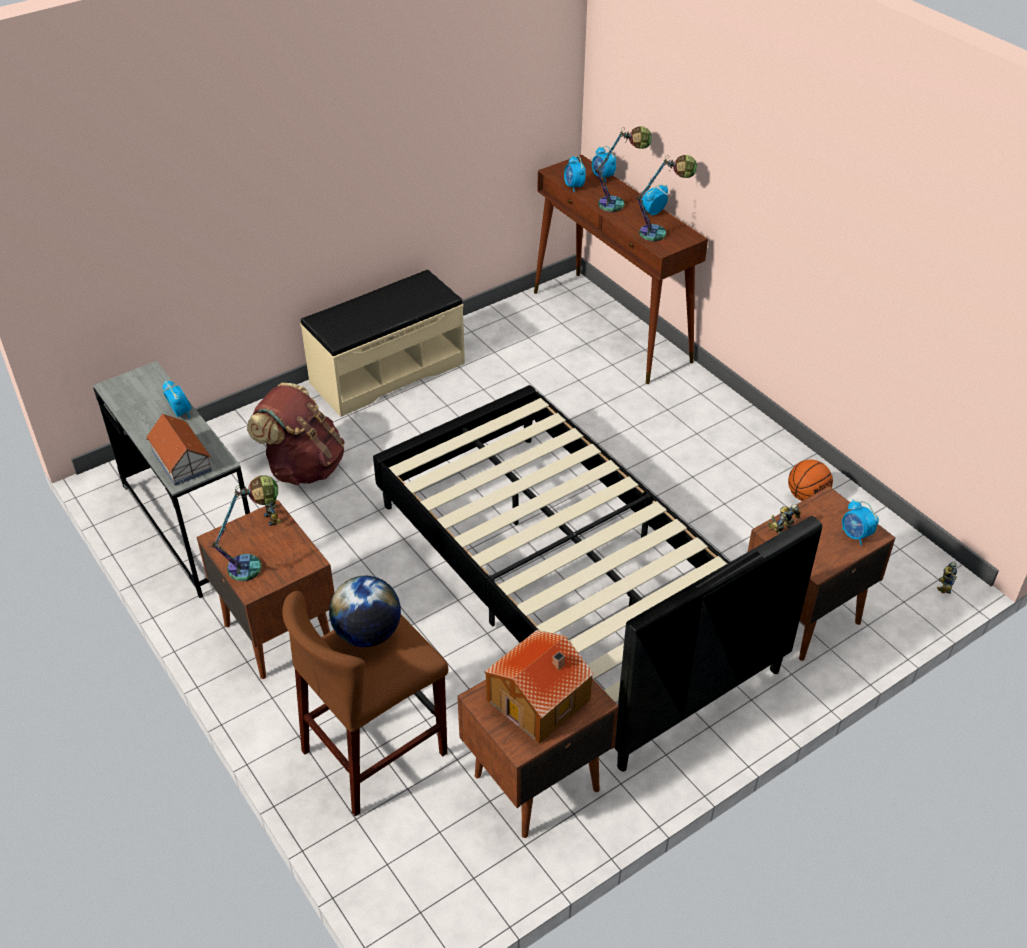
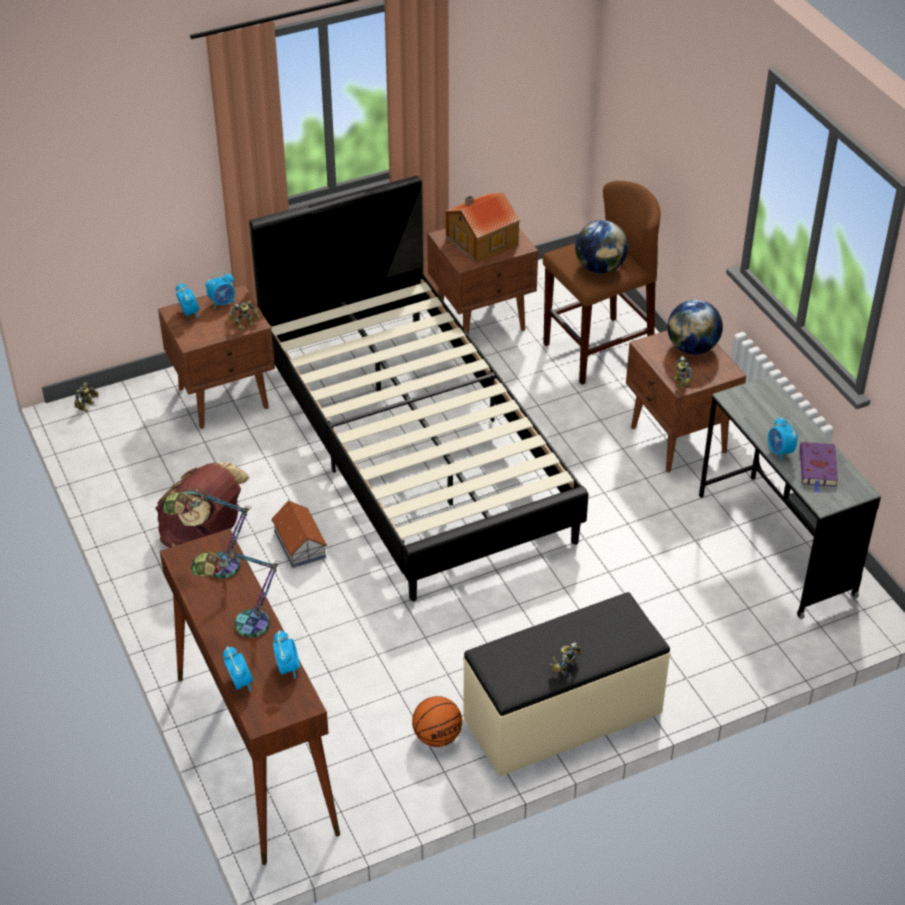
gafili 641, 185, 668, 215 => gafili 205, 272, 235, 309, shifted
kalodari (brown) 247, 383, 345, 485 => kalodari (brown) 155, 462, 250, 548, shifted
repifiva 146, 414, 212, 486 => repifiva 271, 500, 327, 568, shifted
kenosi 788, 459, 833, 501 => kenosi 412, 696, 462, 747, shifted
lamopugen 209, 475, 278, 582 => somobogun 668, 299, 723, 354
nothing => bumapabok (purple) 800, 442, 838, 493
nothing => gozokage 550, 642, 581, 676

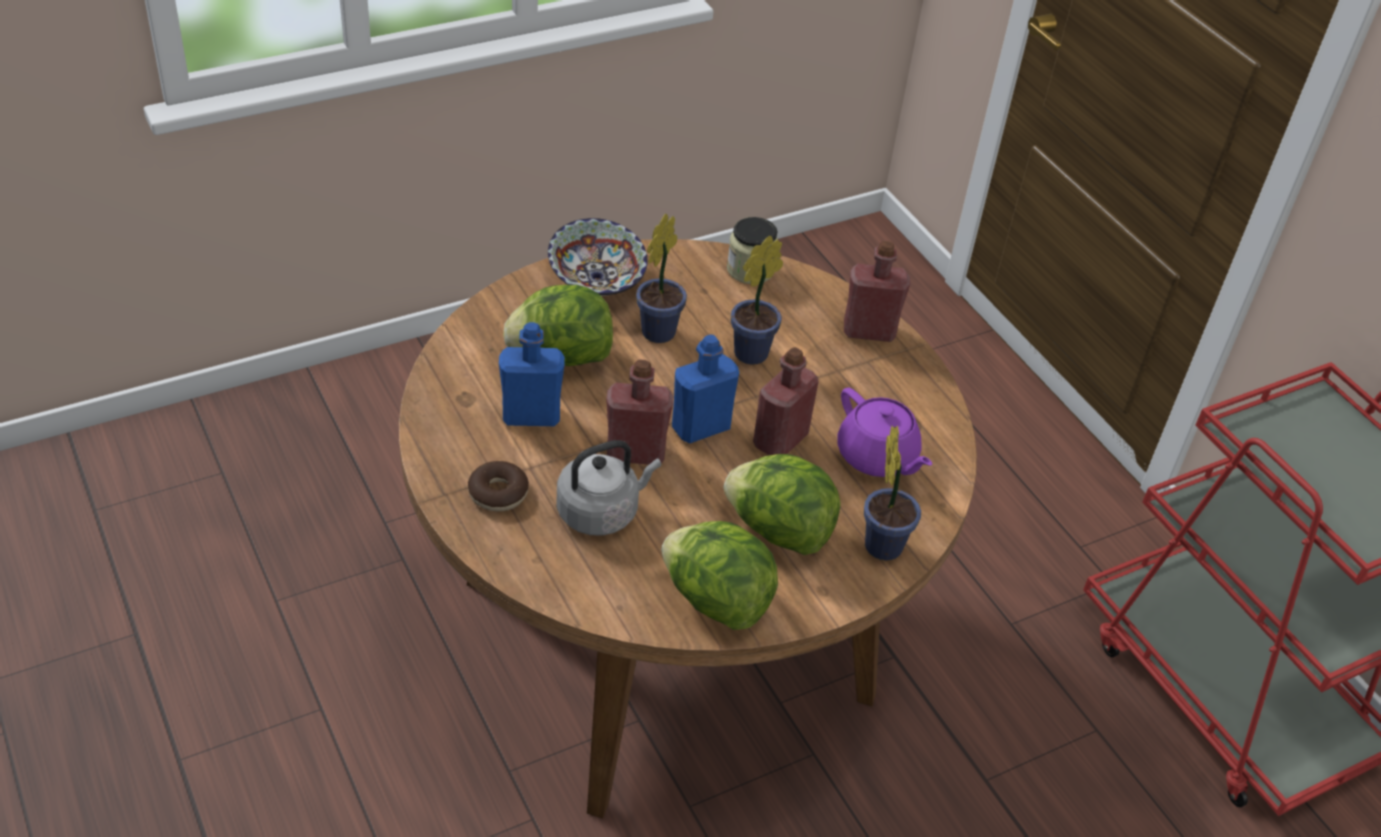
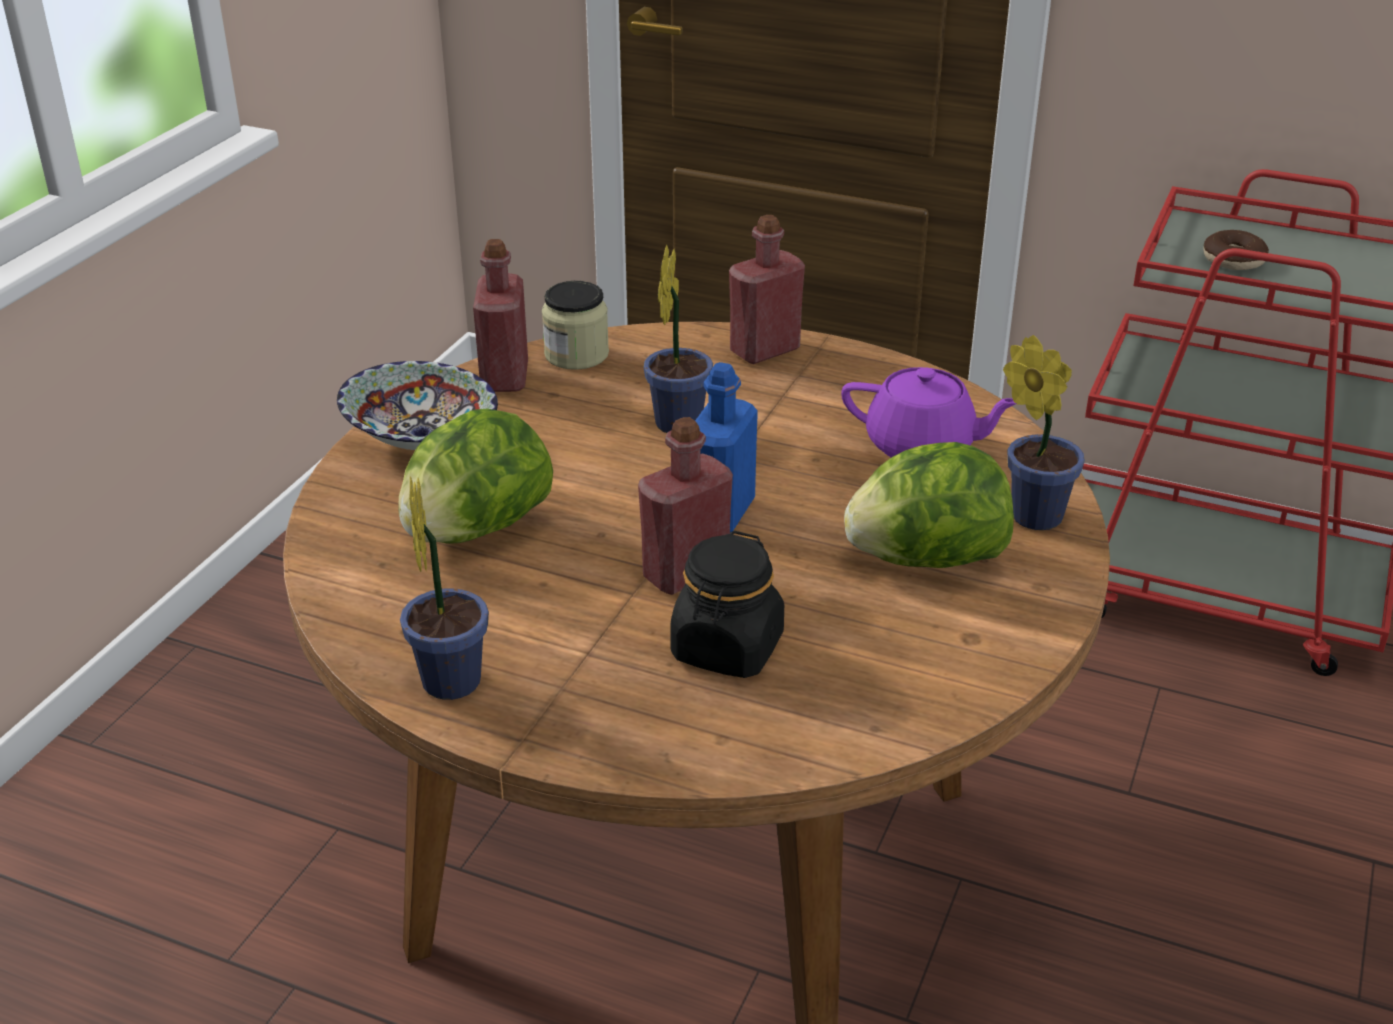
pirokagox 636, 214, 687, 343 => pirokagox 400, 477, 489, 700, shifted
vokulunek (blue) 499, 322, 565, 427 => nothing
vokulunek (red) 753, 347, 819, 455 => vokulunek (red) 473, 239, 528, 392, shifted
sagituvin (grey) 556, 440, 661, 536 => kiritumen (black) 670, 531, 784, 678
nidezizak 468, 461, 529, 511 => nidezizak 1203, 230, 1269, 270, shifted
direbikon 661, 521, 778, 630 => nothing

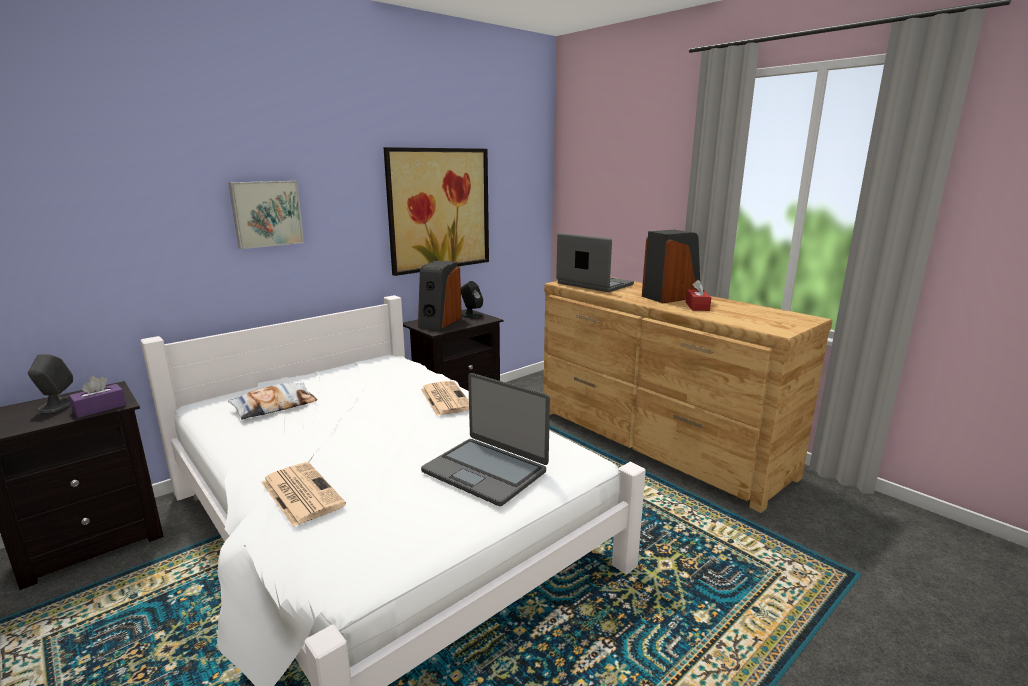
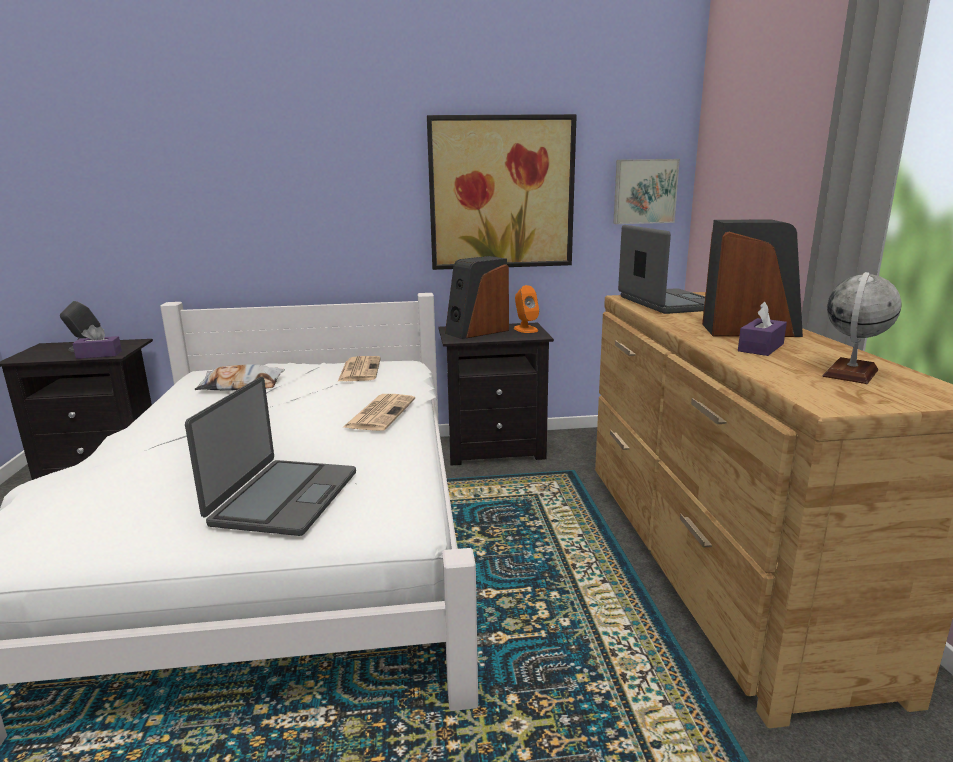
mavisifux 228, 181, 304, 249 => mavisifux 613, 159, 680, 224, shifted
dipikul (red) 686, 280, 711, 311 => dipikul (purple) 738, 302, 787, 356
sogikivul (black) 461, 281, 483, 318 => sogikivul (orange) 514, 285, 539, 333
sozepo 421, 373, 550, 506 => sozepo 185, 377, 356, 536, 150 degrees counterclockwise
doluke 261, 462, 346, 527 => doluke 338, 356, 381, 381, shifted
nothing => somobogun 822, 272, 901, 384

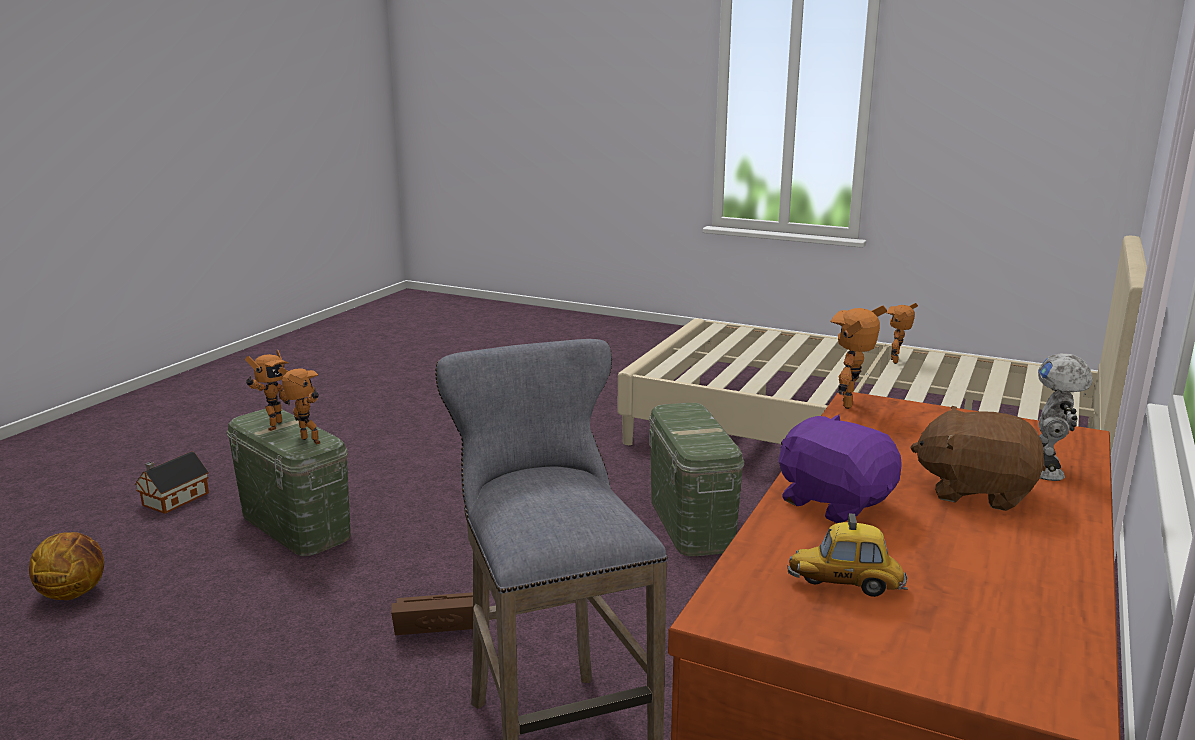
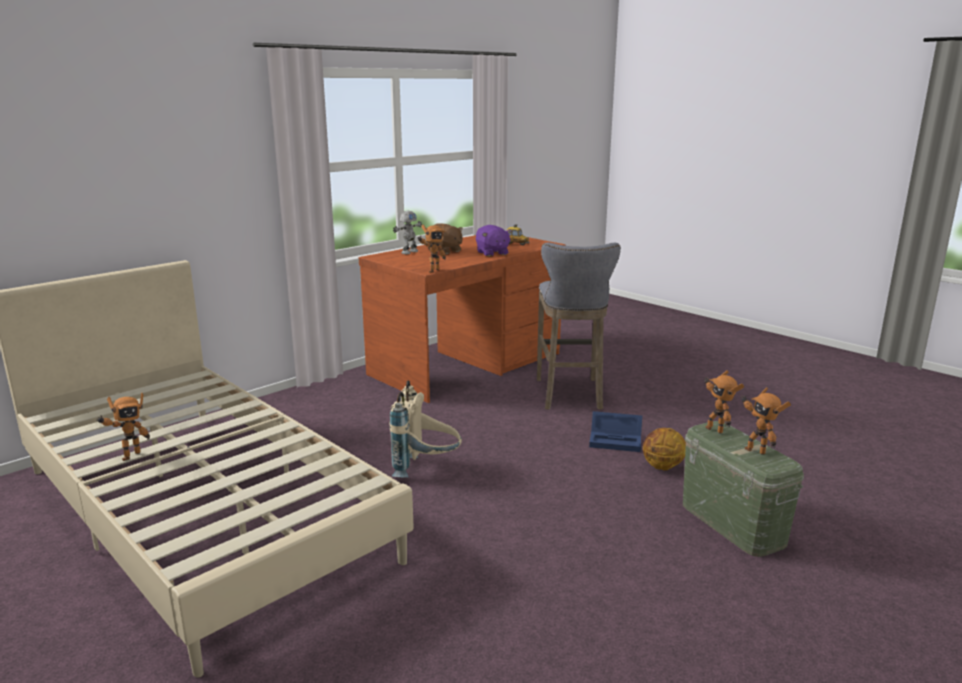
gozokage 245, 350, 290, 431 => gozokage 740, 387, 791, 455, 75 degrees counterclockwise
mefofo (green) 649, 403, 744, 556 => kalodari (beige) 389, 381, 462, 478
repifiva 134, 451, 209, 514 => nothing
kenosi 29, 532, 104, 600 => kenosi 643, 428, 686, 471, shifted
mefofo (brown) 391, 592, 473, 635 => mefofo (blue) 589, 411, 642, 452

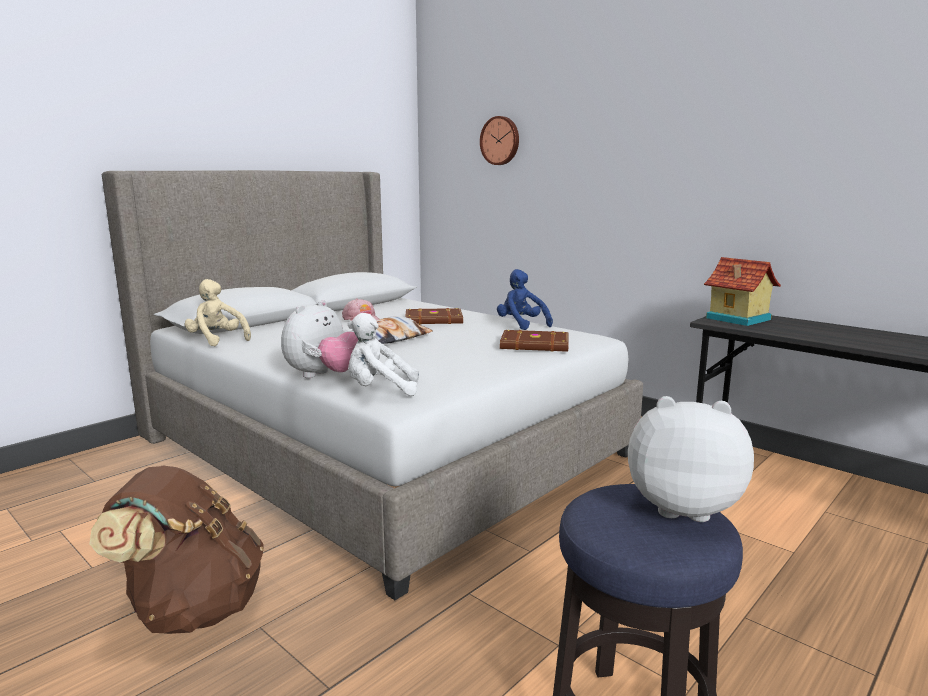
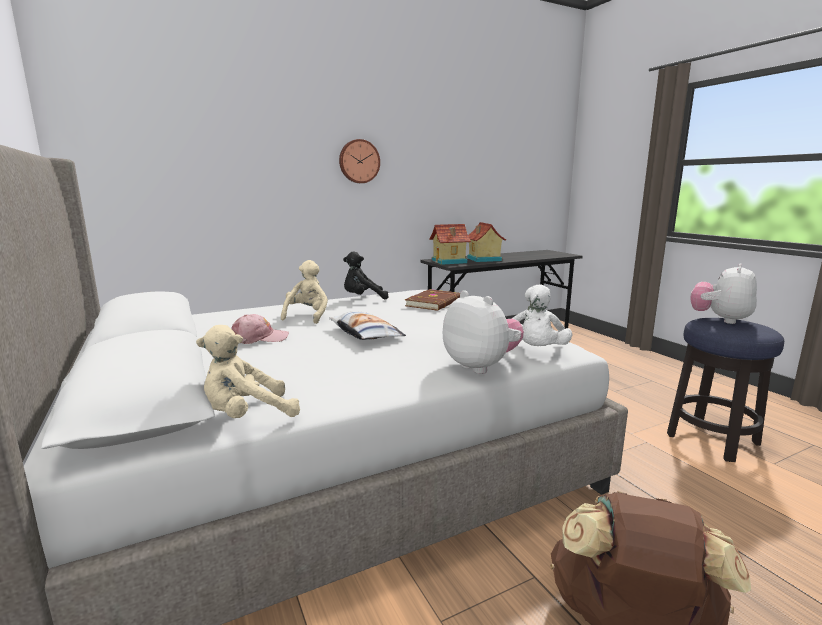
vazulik 480, 116, 519, 165 => vazulik 339, 139, 380, 183, shifted
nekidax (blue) 497, 269, 553, 330 => nekidax (black) 343, 252, 388, 299
bumapabok (brown) 405, 308, 463, 325 => nekidax (beige) 281, 260, 328, 324
nothing => repifiva 467, 222, 506, 262

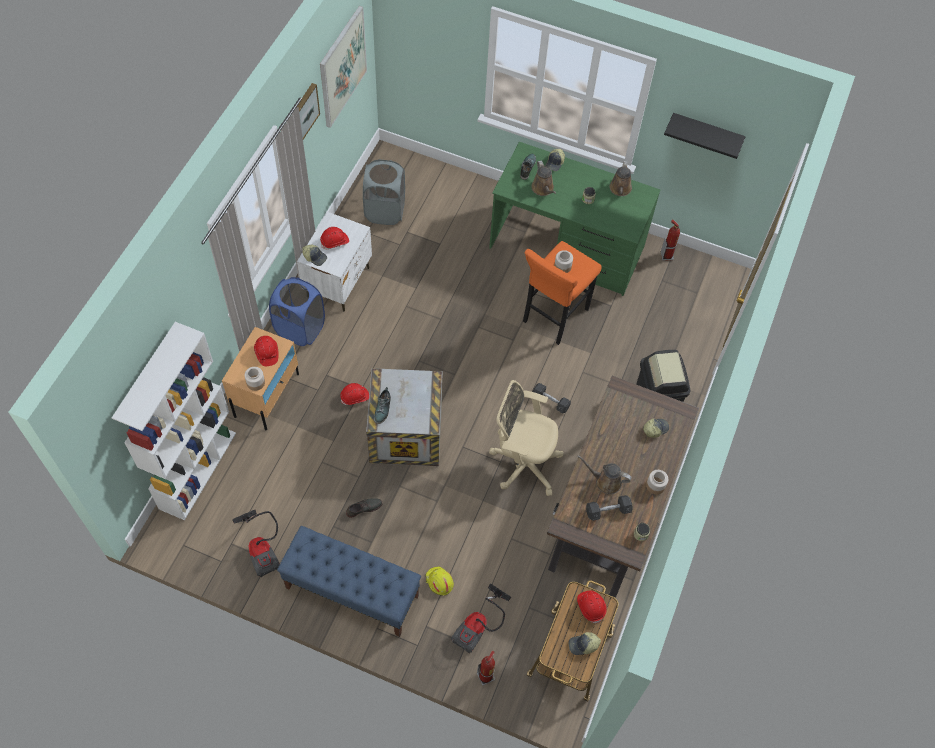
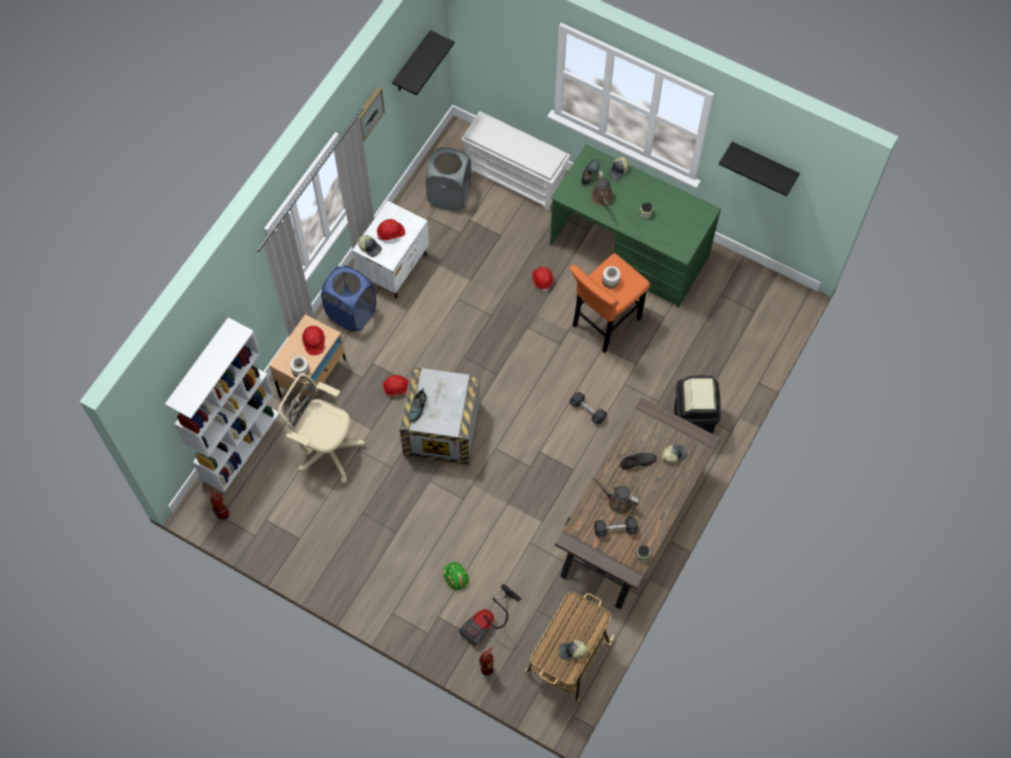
mavisifux 320, 6, 367, 128 => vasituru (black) 392, 30, 454, 95
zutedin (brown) 609, 161, 632, 196 => nothing
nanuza 661, 219, 680, 260 => nanuza 210, 487, 231, 521, shifted
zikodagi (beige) 489, 380, 564, 496 => zikodagi (beige) 278, 373, 365, 483, shifted
kiritumen 646, 470, 668, 495 => nothing
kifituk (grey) 346, 498, 383, 518 => kifituk (grey) 620, 453, 657, 470, shifted
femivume 232, 510, 280, 577 => nothing
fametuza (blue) 277, 526, 421, 637 => nothing
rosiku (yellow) 425, 567, 454, 596 => rosiku (green) 443, 562, 469, 590
rosiku (red) 577, 590, 607, 623 => rosiku (red) 532, 266, 554, 292, shifted
nothing => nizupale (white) 461, 111, 570, 211

